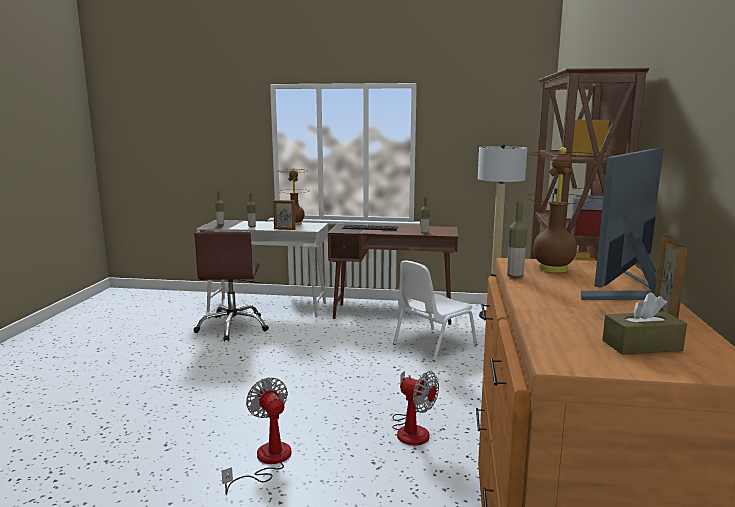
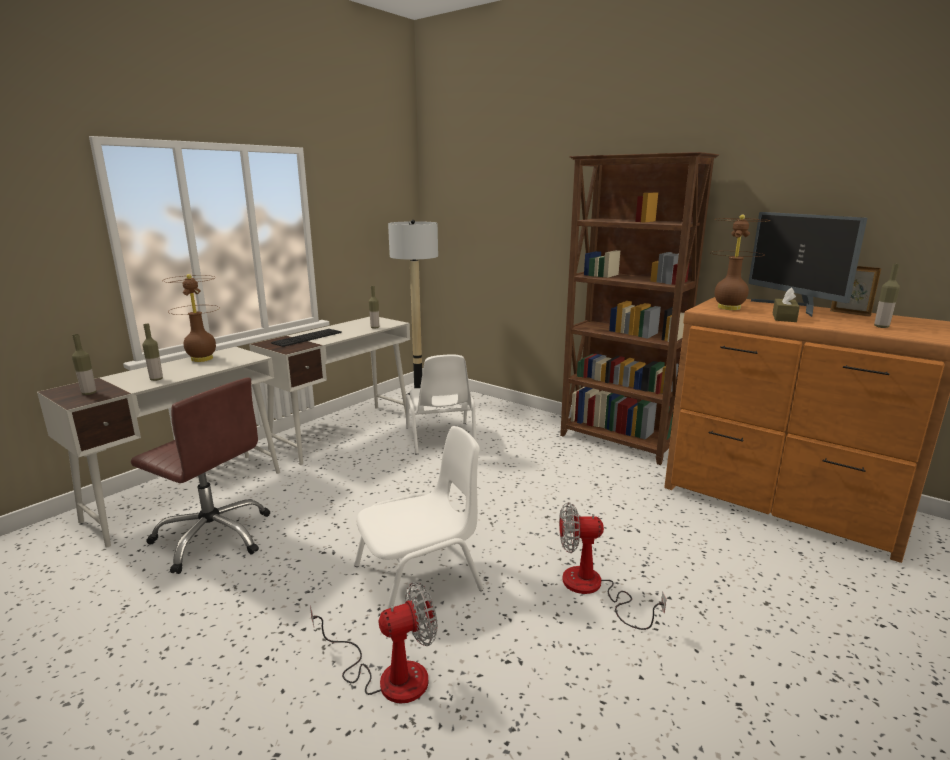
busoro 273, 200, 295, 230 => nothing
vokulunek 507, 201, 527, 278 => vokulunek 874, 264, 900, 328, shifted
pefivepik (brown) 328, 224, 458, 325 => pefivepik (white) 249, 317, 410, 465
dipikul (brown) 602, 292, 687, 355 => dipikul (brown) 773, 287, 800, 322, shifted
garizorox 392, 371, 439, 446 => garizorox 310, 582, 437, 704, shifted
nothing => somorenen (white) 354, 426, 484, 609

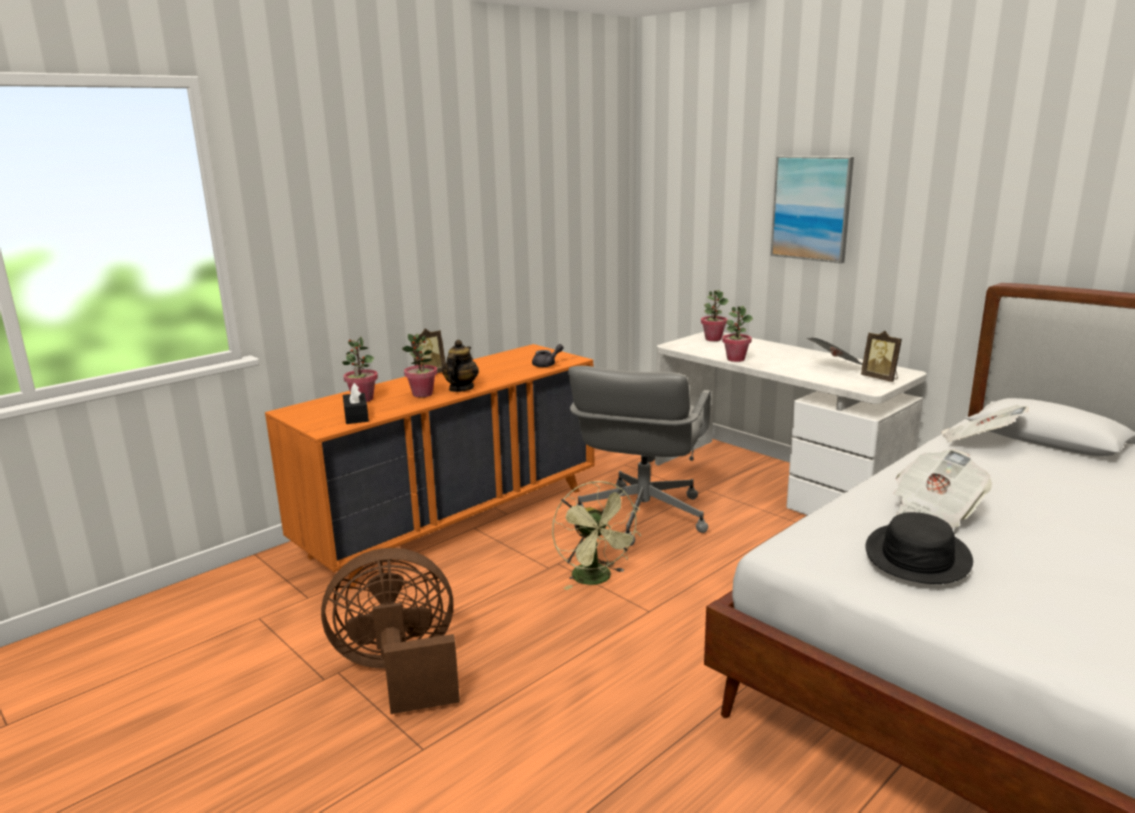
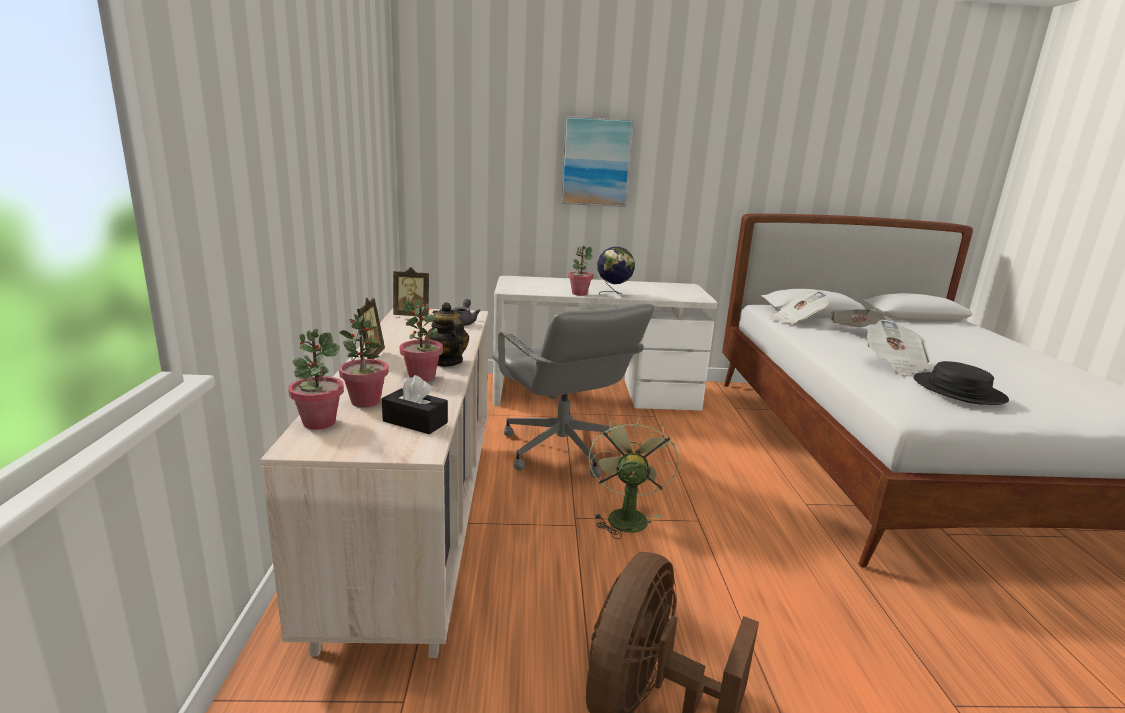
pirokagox 701, 290, 728, 341 => pirokagox 288, 329, 344, 430, shifted
busoro 861, 331, 902, 382 => busoro 393, 267, 429, 317, shifted
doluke 806, 338, 862, 365 => doluke 831, 309, 885, 327, shifted
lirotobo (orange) 265, 344, 594, 589 => lirotobo (beige) 260, 309, 488, 658
garizorox (green) 552, 481, 641, 590 => garizorox (green) 588, 416, 679, 539, 105 degrees counterclockwise
nothing => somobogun 597, 247, 635, 295

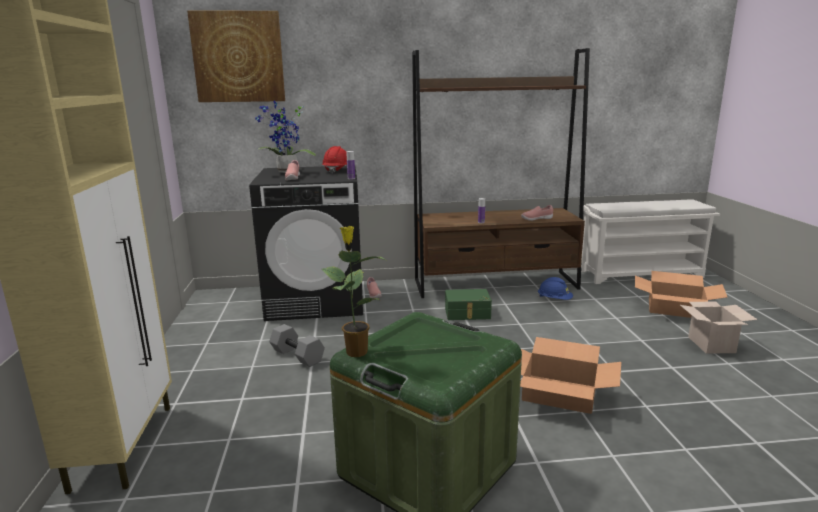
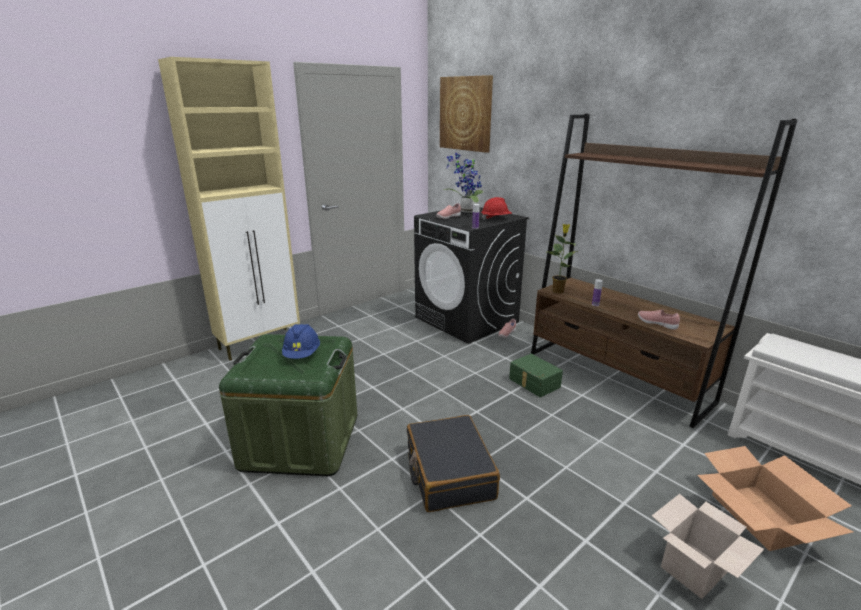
pirokagox 321, 226, 385, 357 => pirokagox 546, 224, 578, 294, shifted
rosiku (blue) 537, 277, 573, 300 => rosiku (blue) 282, 324, 320, 359, shifted
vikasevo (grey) 269, 324, 325, 367 => nothing
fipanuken 520, 337, 621, 414 => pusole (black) 407, 415, 500, 512

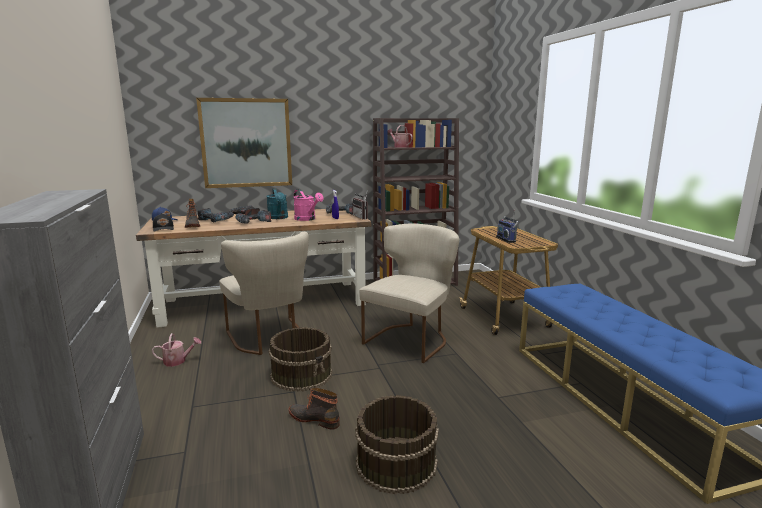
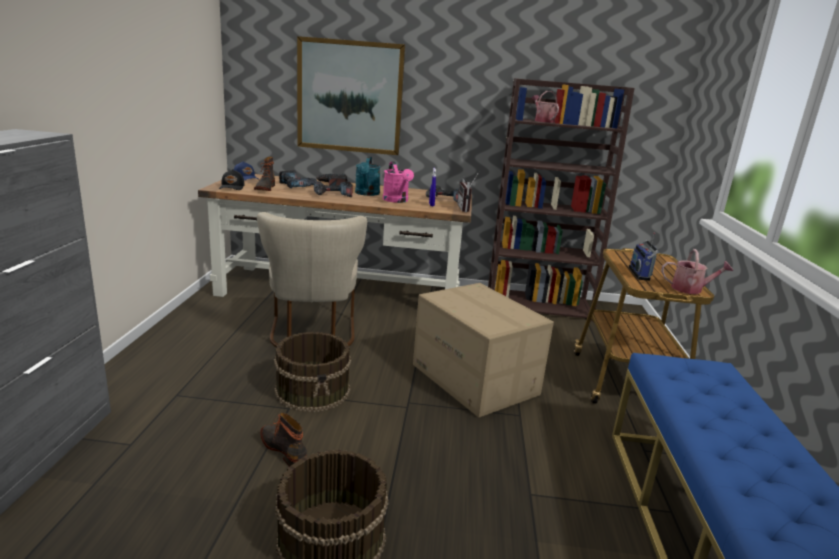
somorenen (beige) 359, 224, 459, 363 => fipanuken 413, 283, 554, 418
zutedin 152, 333, 201, 367 => zutedin 661, 249, 733, 294, shifted

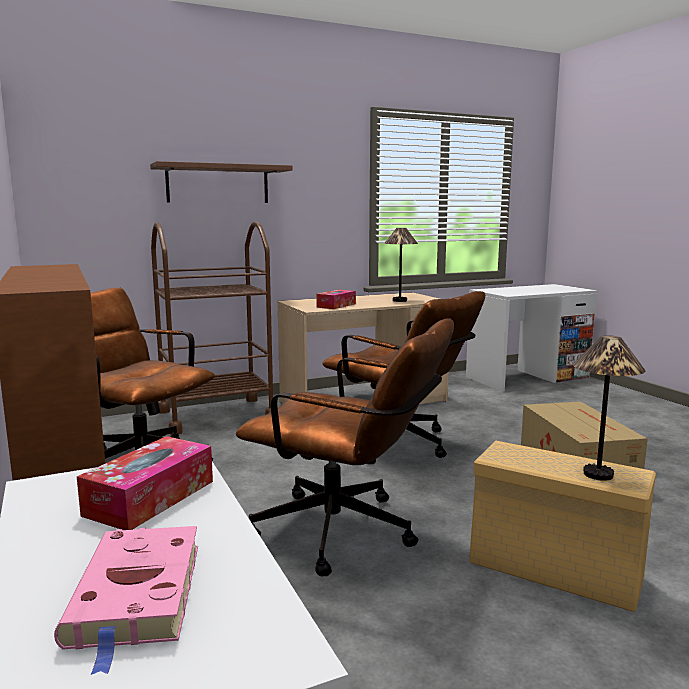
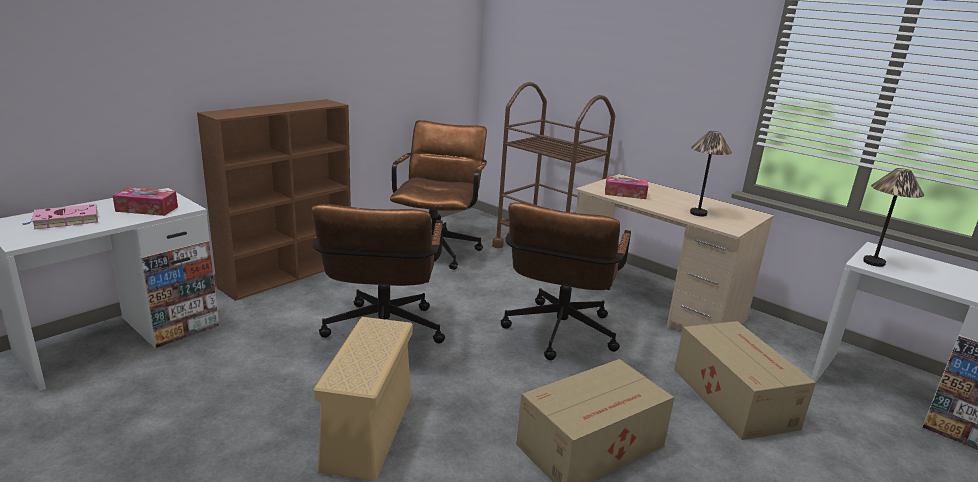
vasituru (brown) 150, 161, 293, 203 => nothing
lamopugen 573, 335, 645, 481 => lamopugen 863, 168, 924, 267, shifted
nothing => fipanuken 674, 321, 816, 440

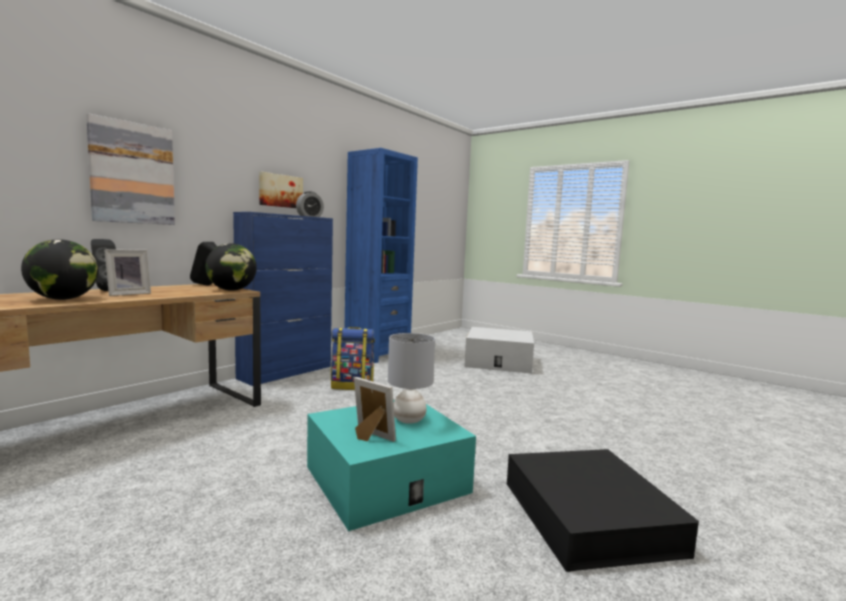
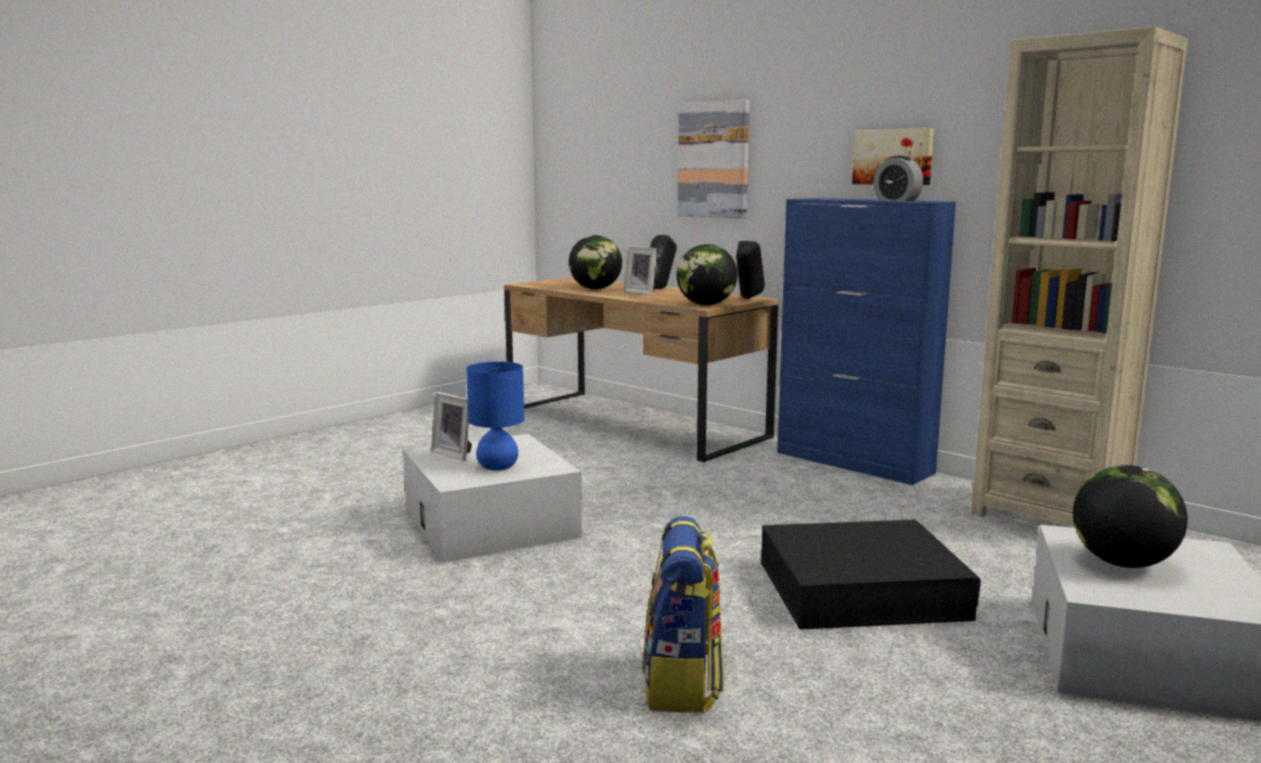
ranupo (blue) 344, 148, 418, 363 => ranupo (beige) 971, 27, 1188, 527
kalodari 331, 327, 375, 390 => kalodari 642, 516, 724, 713, shifted
lamopugen (grey) 388, 333, 435, 424 => lamopugen (blue) 466, 362, 524, 471
busoro 354, 377, 396, 442 => busoro 431, 392, 472, 461, 90 degrees clockwise
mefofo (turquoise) 307, 400, 476, 531 => mefofo (white) 403, 434, 582, 562
mefofo (black) 507, 449, 699, 572 => mefofo (black) 761, 520, 981, 630, shifted
nothing => somobogun 1073, 465, 1188, 568

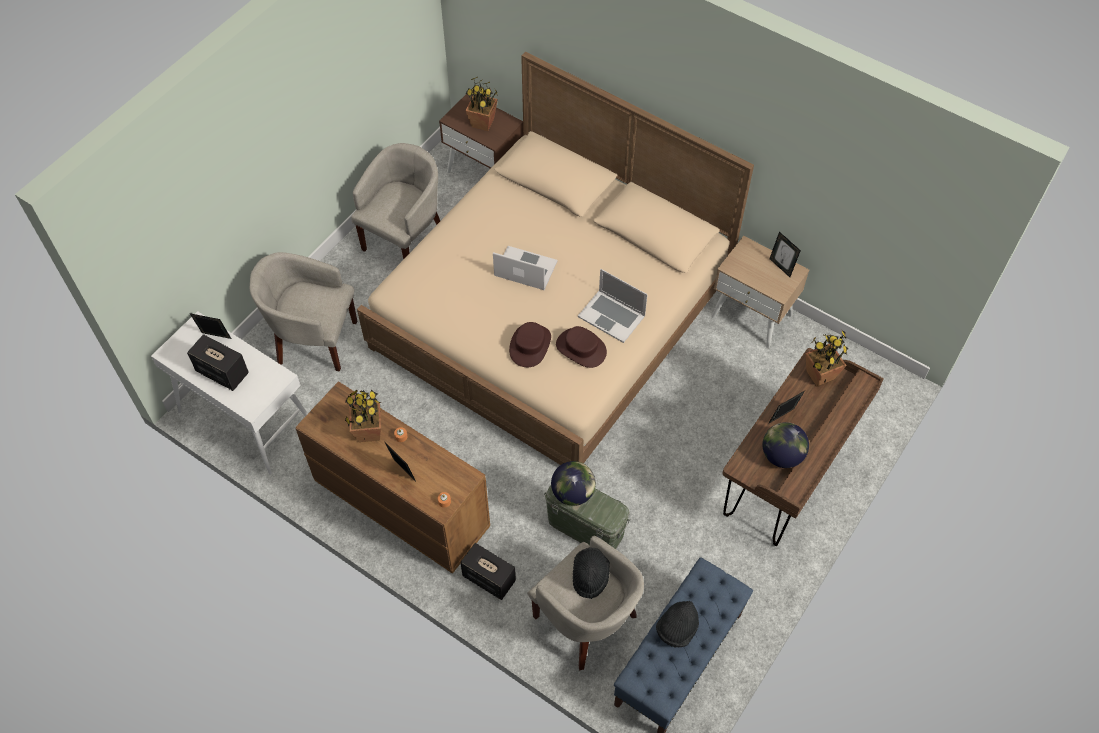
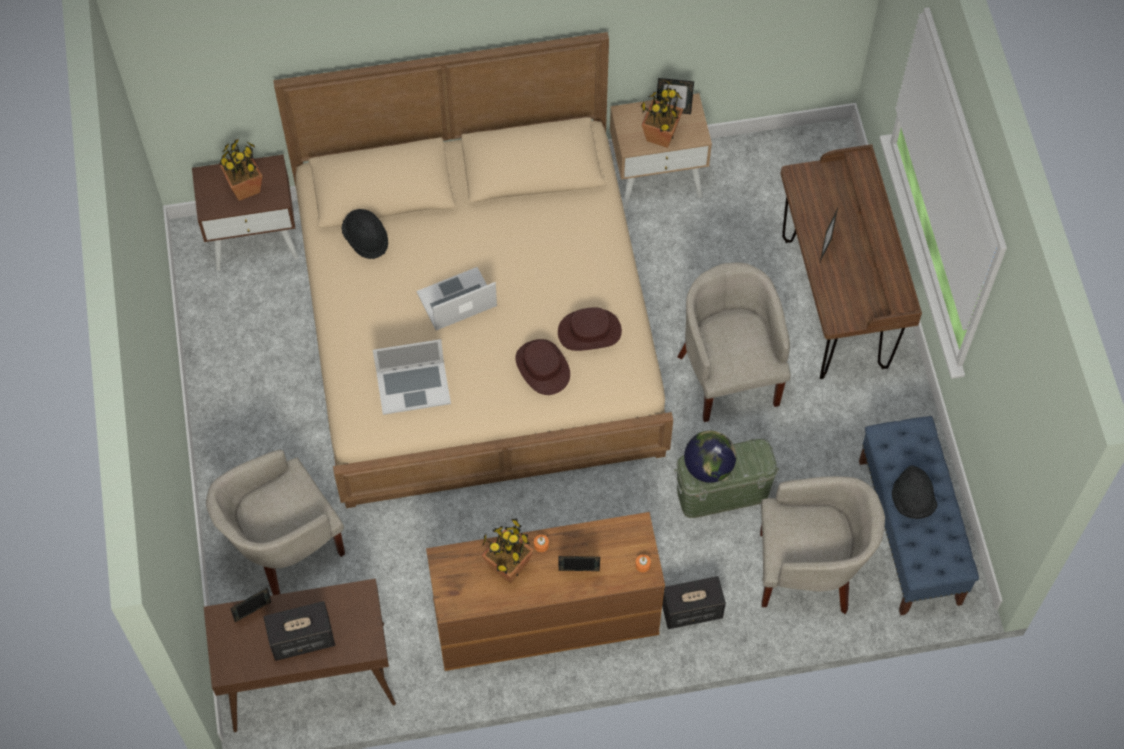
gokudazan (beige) 351, 143, 440, 260 => gokudazan (beige) 677, 263, 791, 422, shifted
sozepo 578, 269, 648, 343 => sozepo 373, 339, 451, 415, shifted
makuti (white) 151, 311, 308, 475 => makuti (brown) 204, 579, 396, 732
pirokagox 806, 329, 848, 386 => pirokagox 641, 80, 683, 148, shifted
somobogun 763, 422, 809, 468 => nothing
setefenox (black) 573, 548, 610, 599 => setefenox (black) 342, 209, 388, 259, shifted

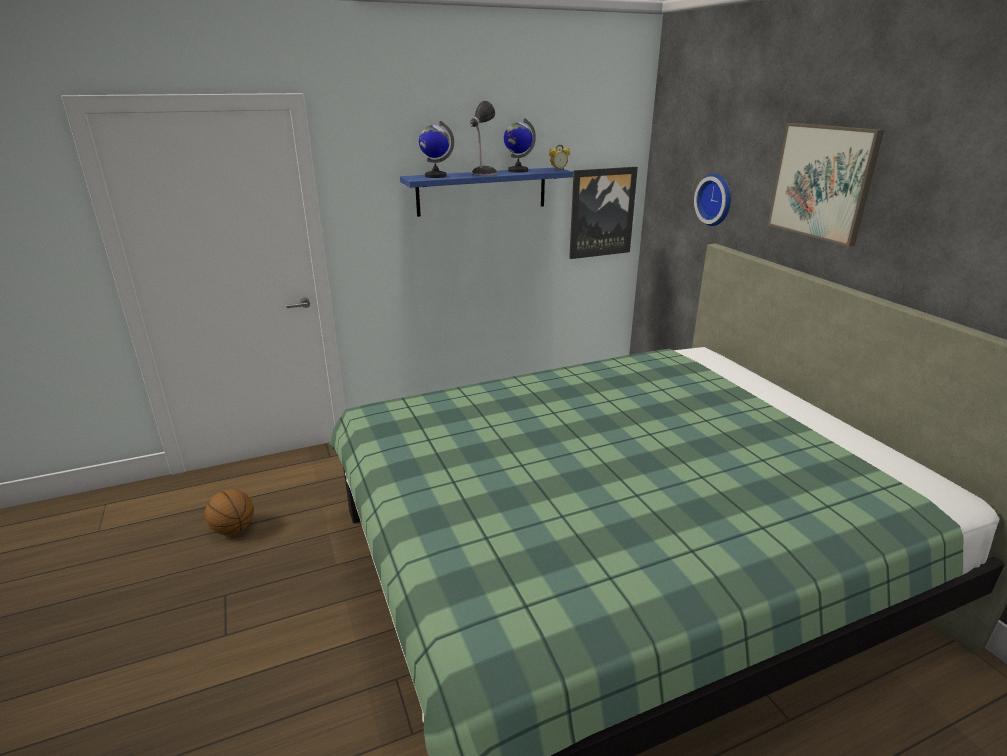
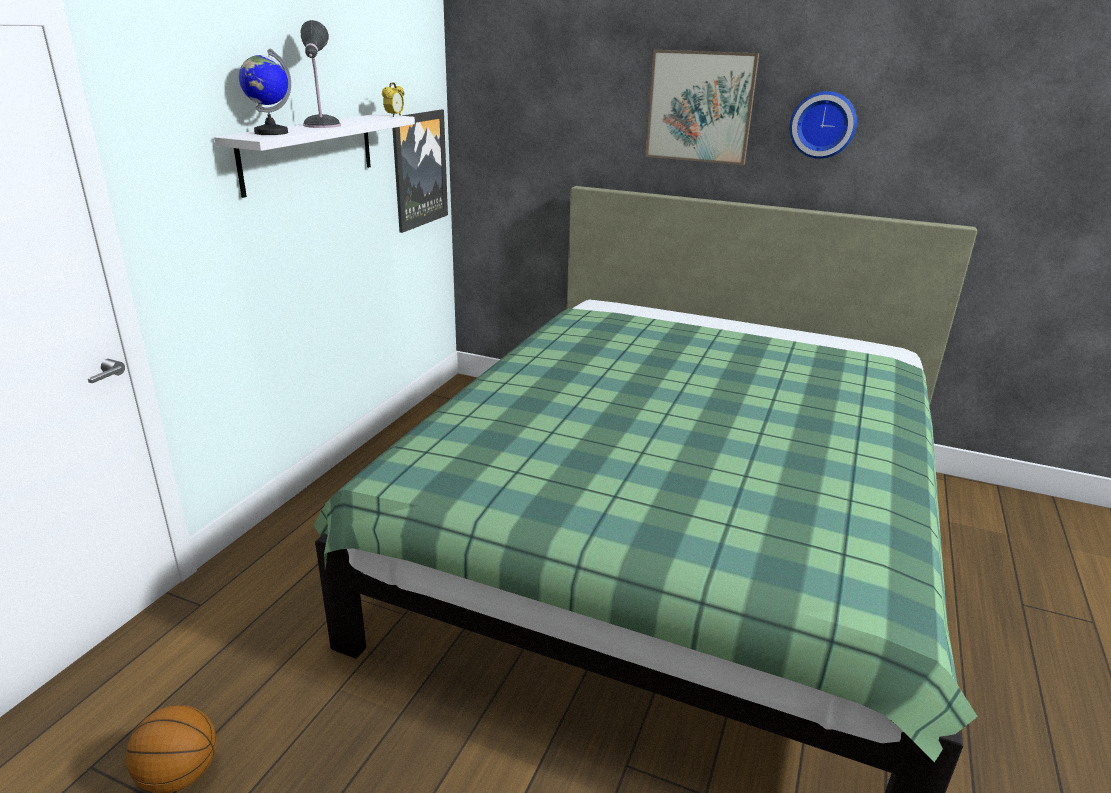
somobogun 504, 118, 536, 173 => nothing
vasituru (blue) 400, 167, 573, 217 => vasituru (white) 214, 114, 415, 198
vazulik 694, 174, 731, 226 => vazulik 790, 91, 857, 159, shifted

